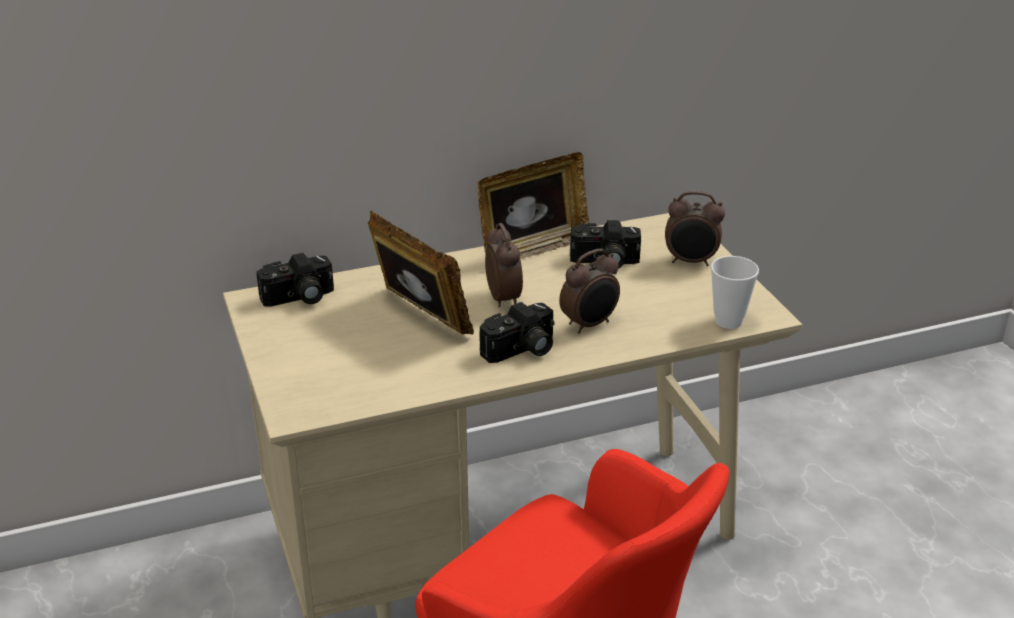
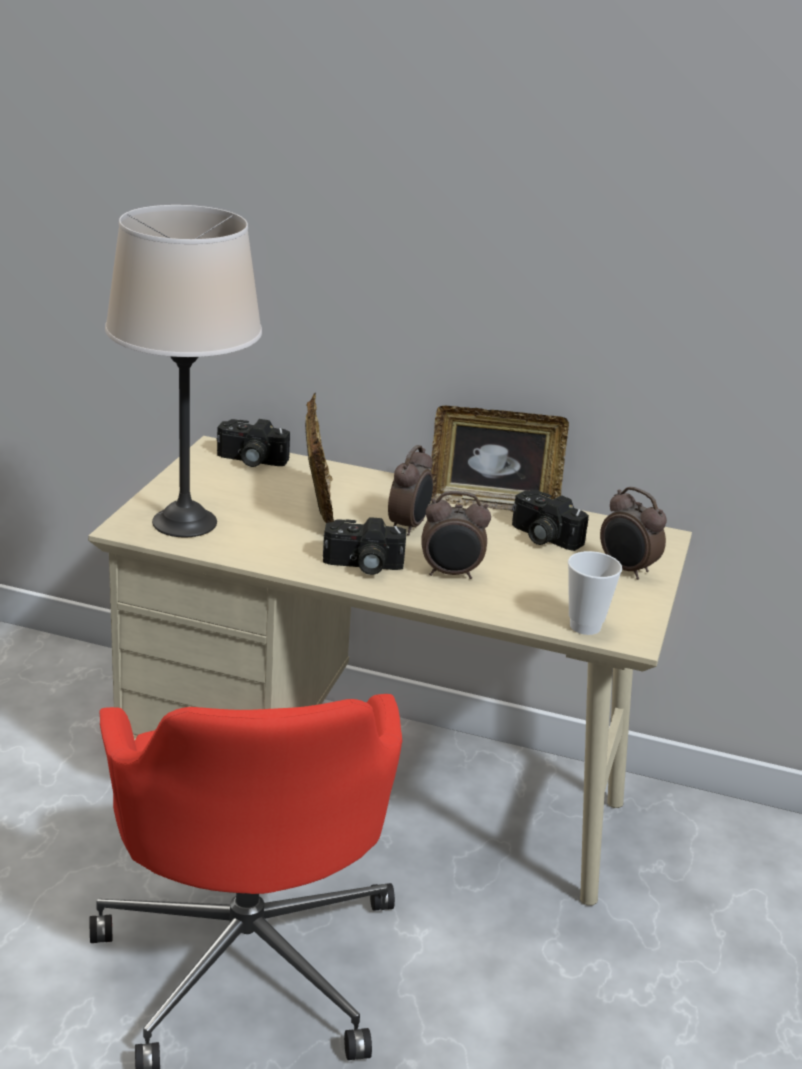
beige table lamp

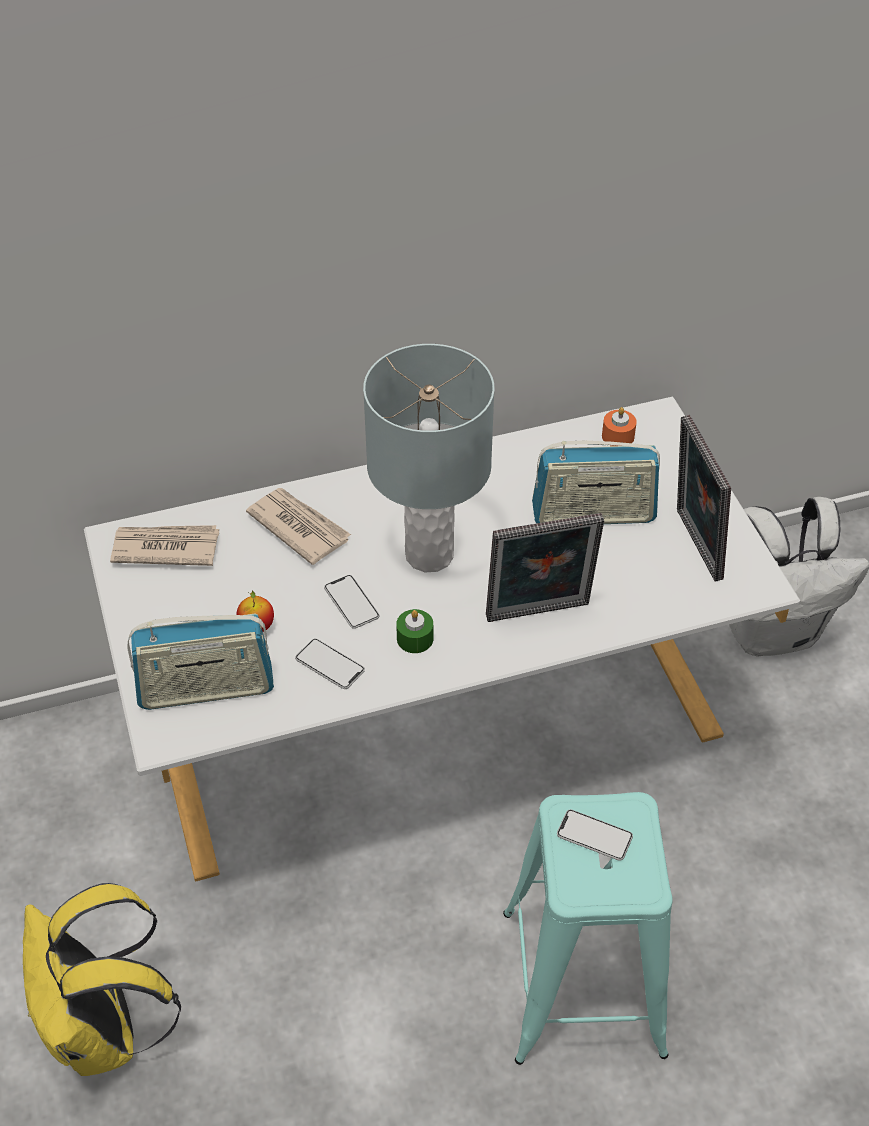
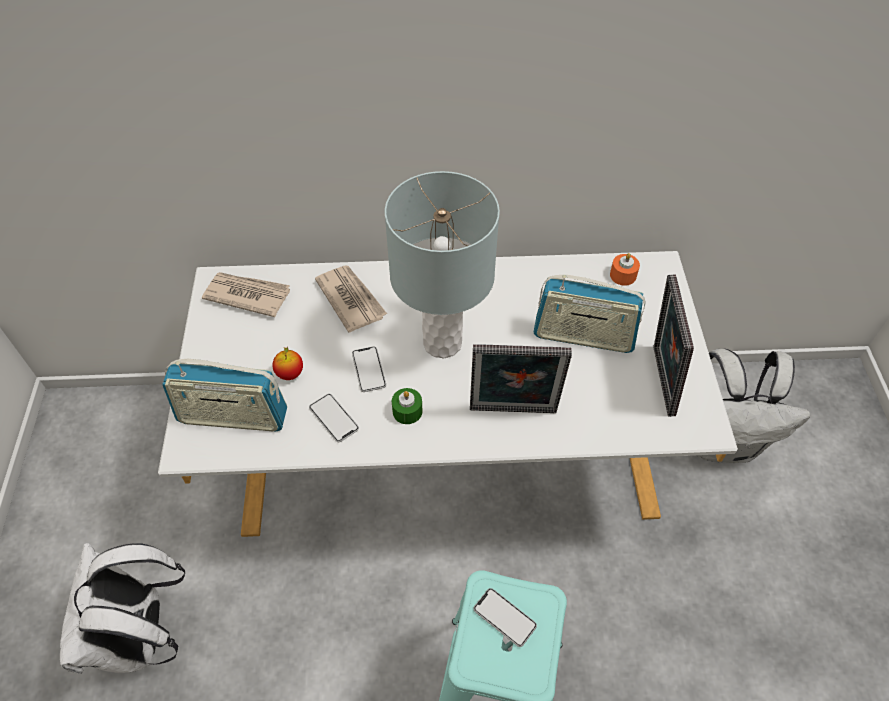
white backpack (no. 1 from left)

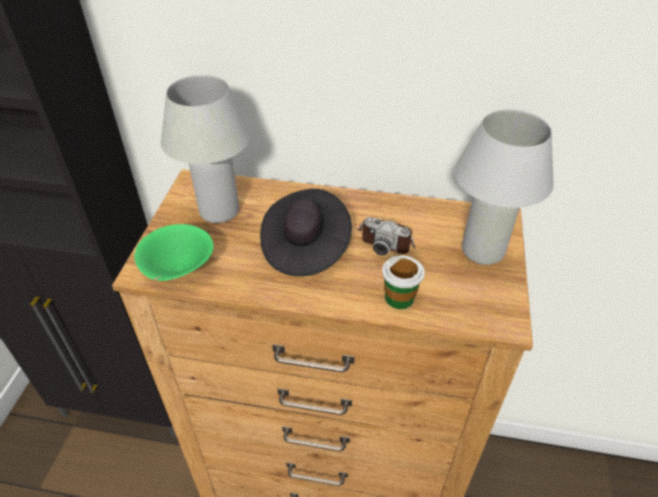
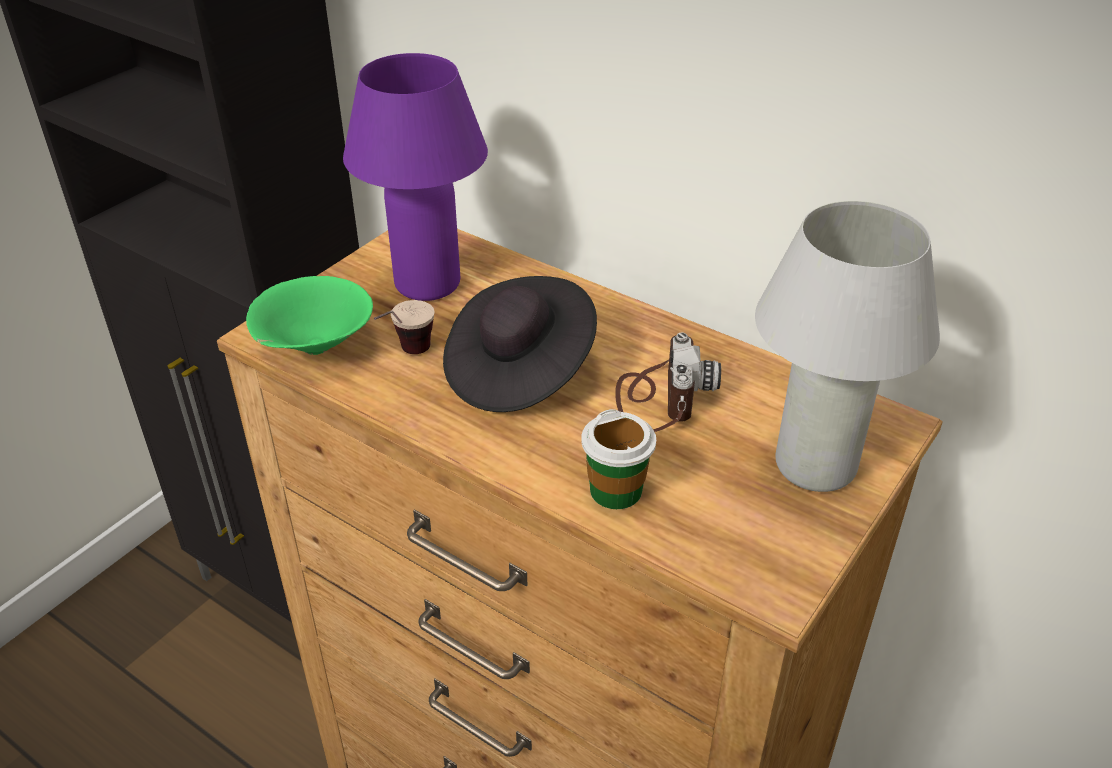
purple table lamp
cup (no. 1 from left)
photo camera

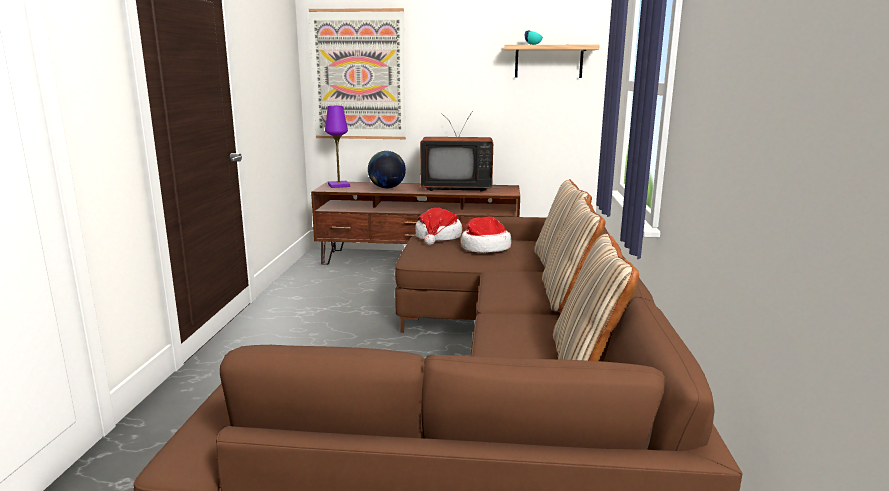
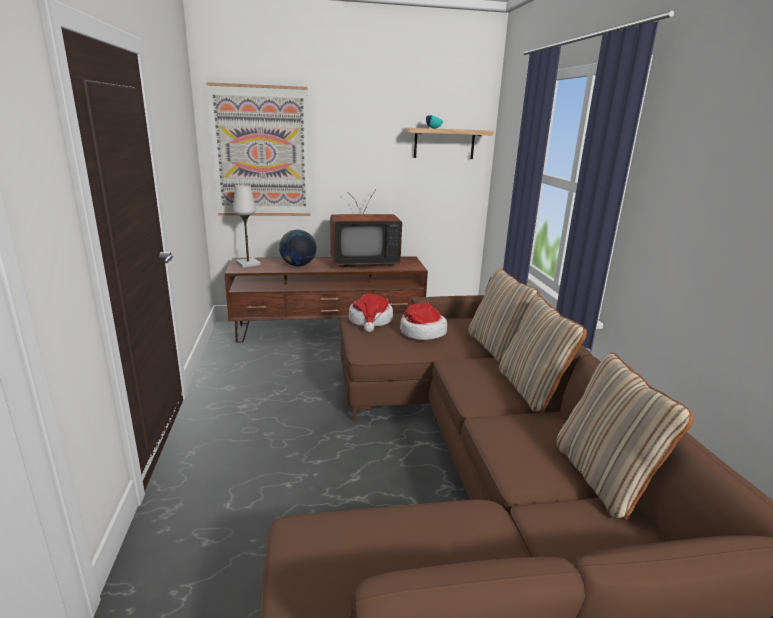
white table lamp

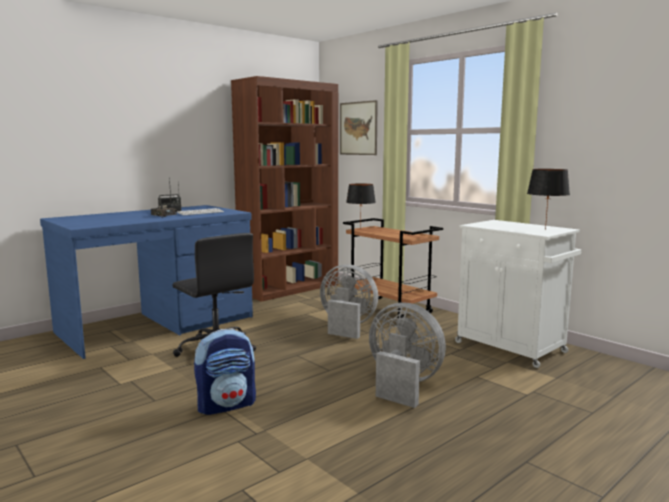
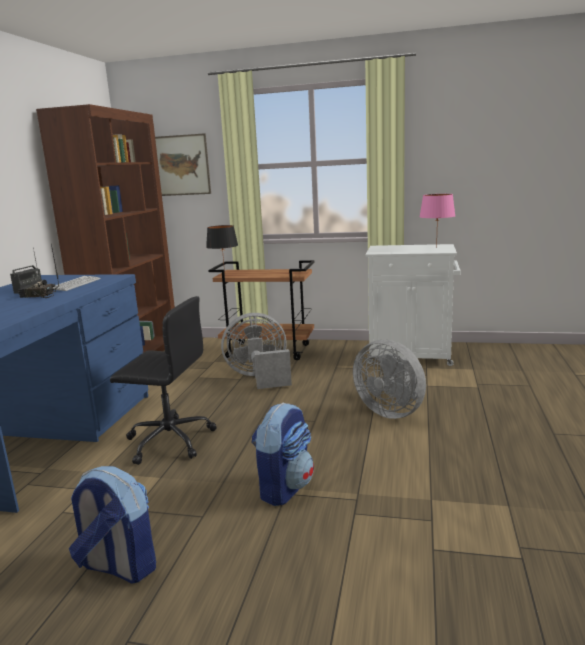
backpack (no. 1 from left)
grey fan (no. 2 from left)
pink table lamp

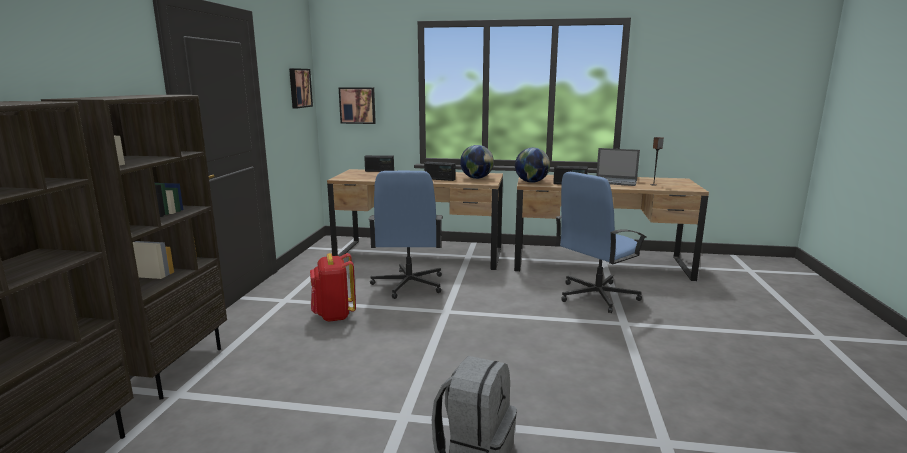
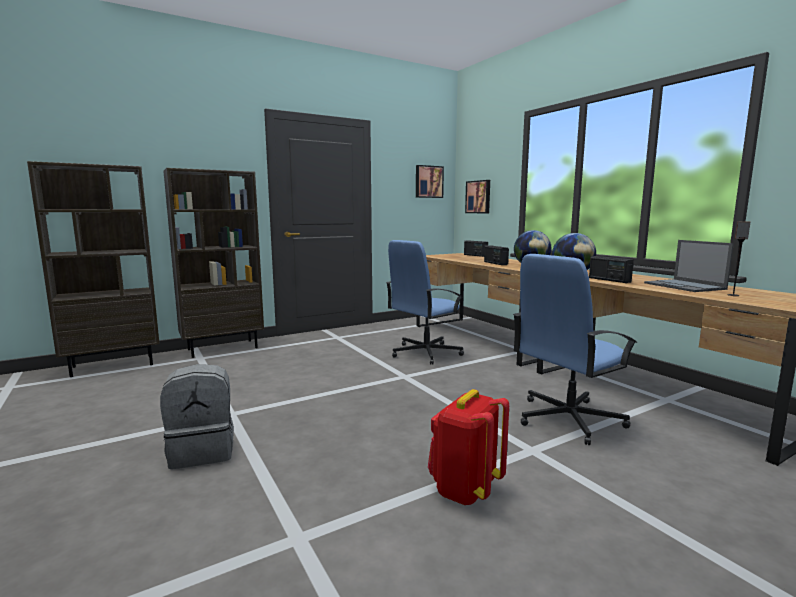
red backpack
blue office chair (no. 2 from left)

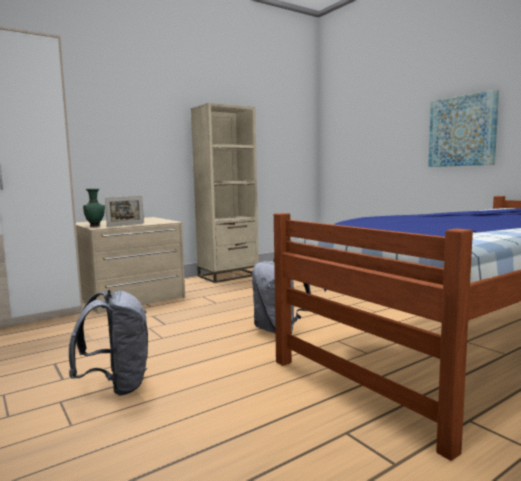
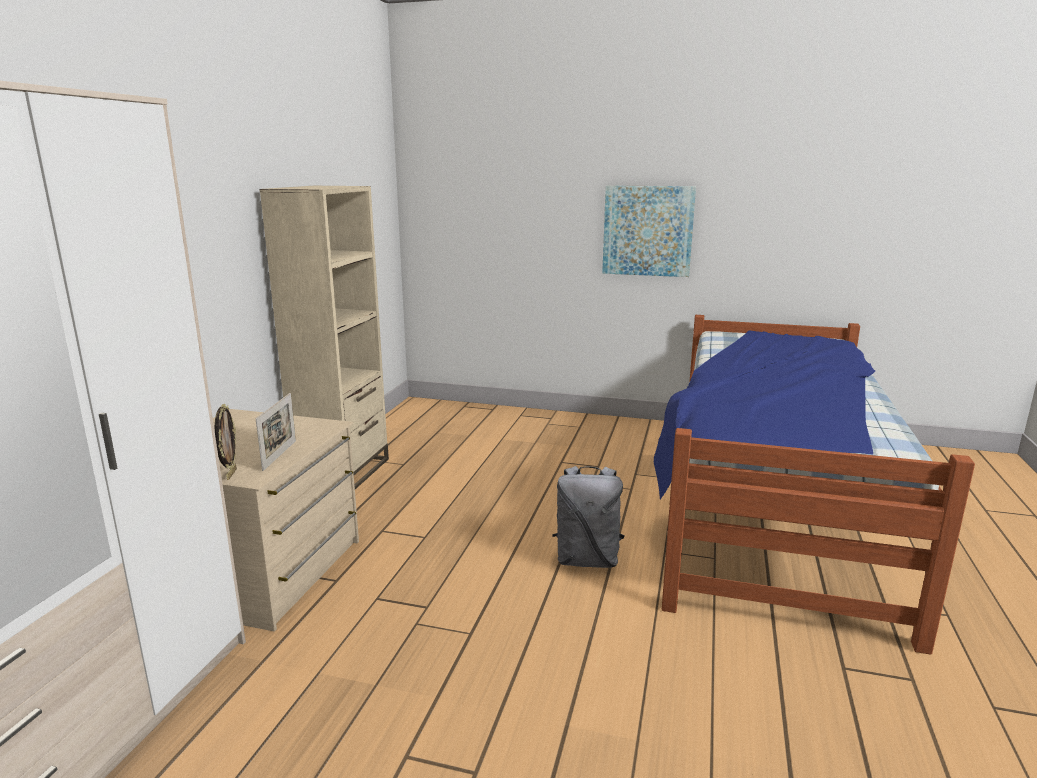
picture frame (no. 1 from left)
grey backpack (no. 1 from left in the first image)

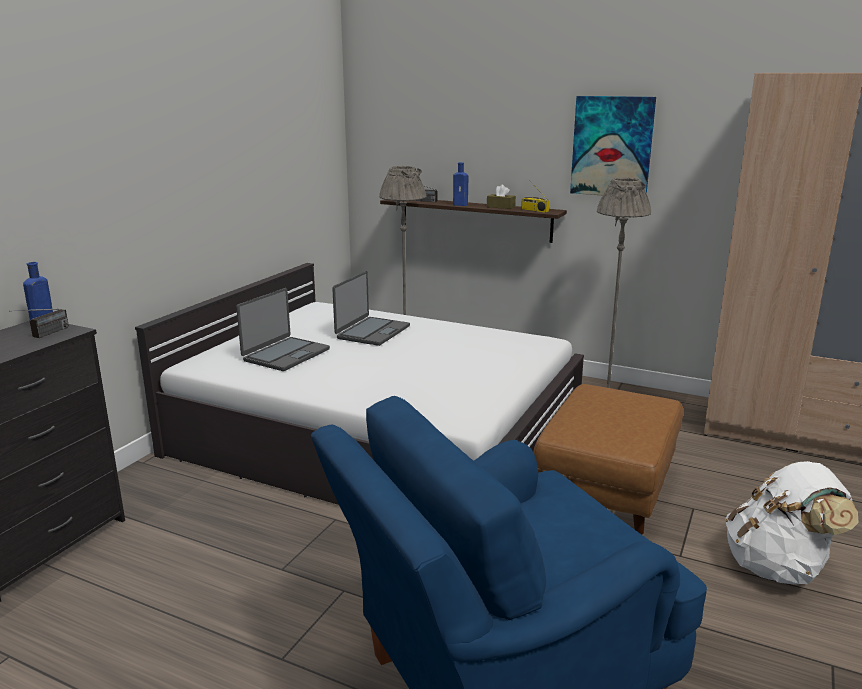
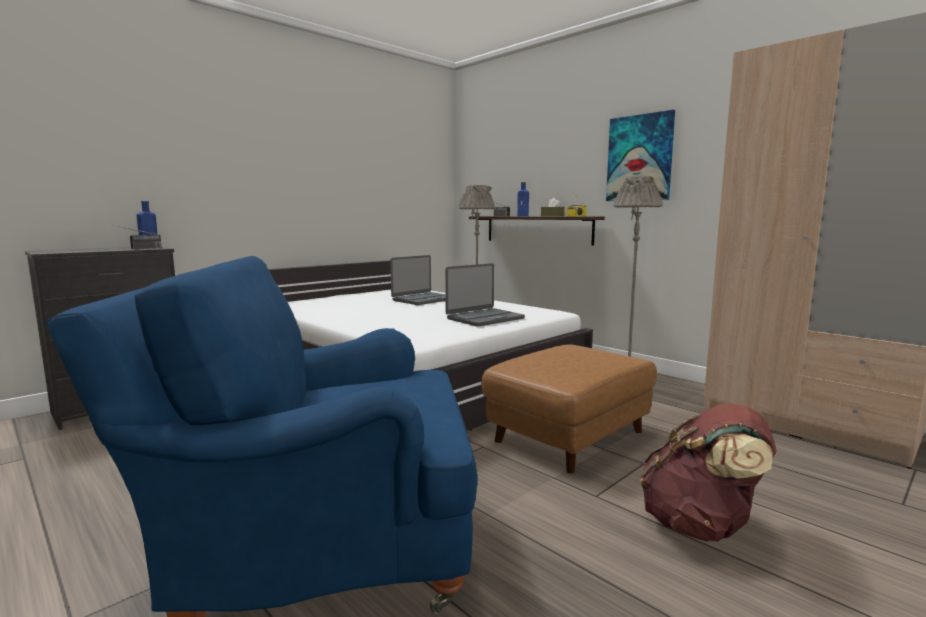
laptop (no. 2 from left)
brown backpack

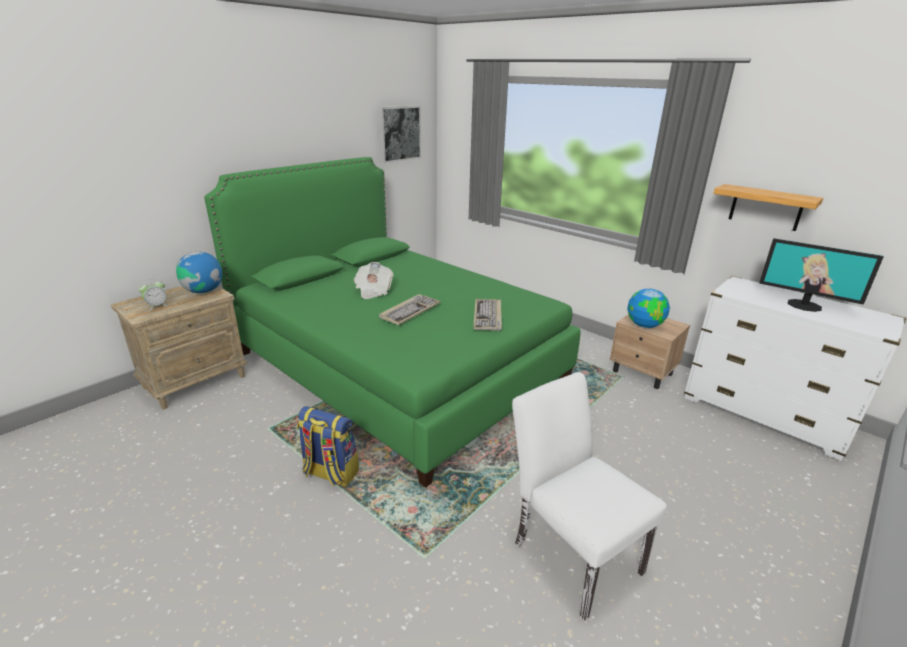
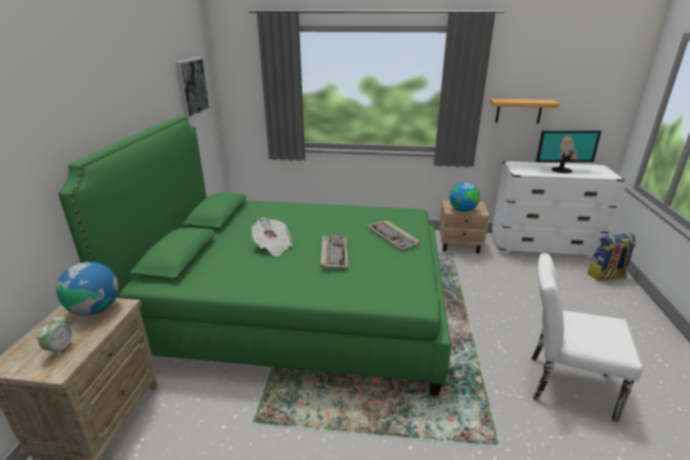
backpack

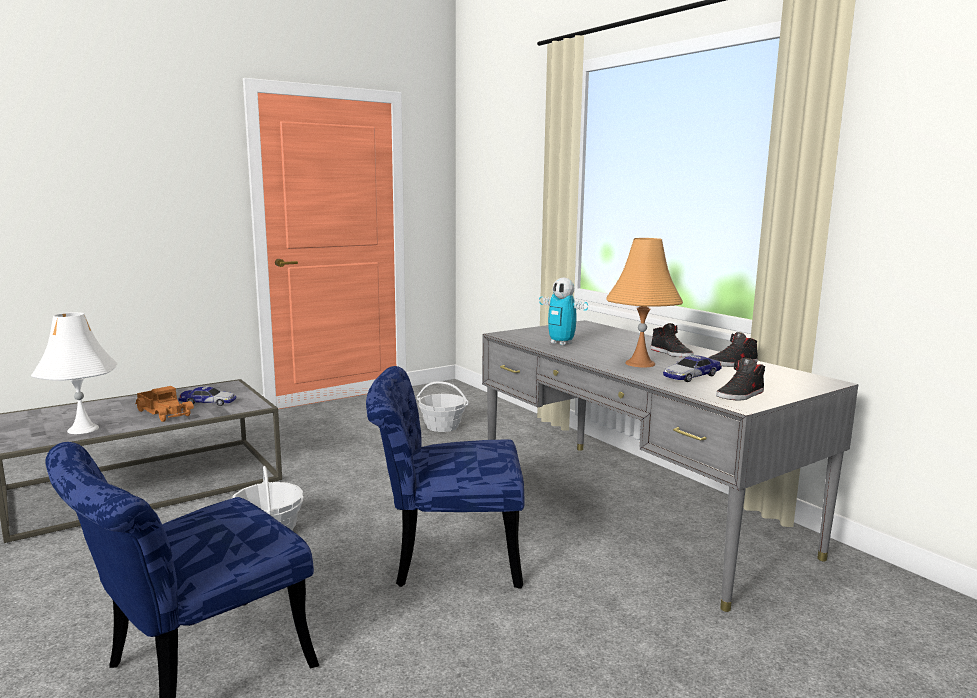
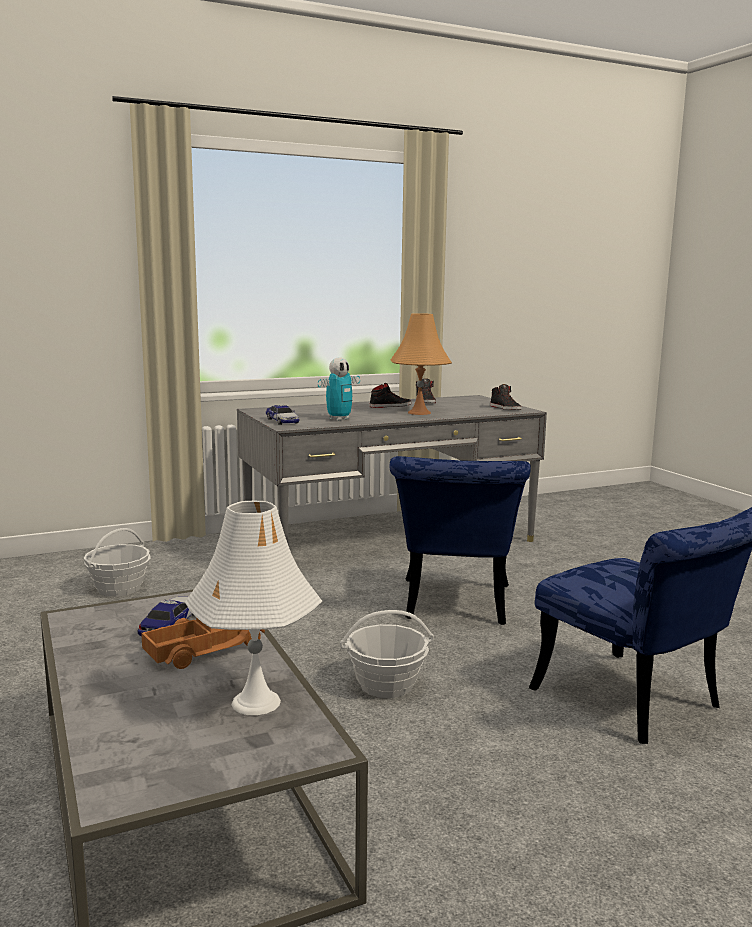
toy car (no. 2 from left)

